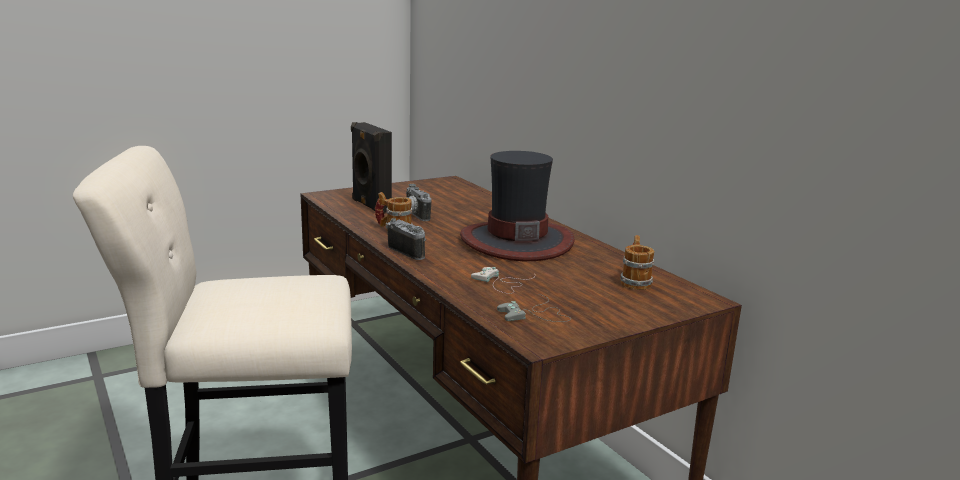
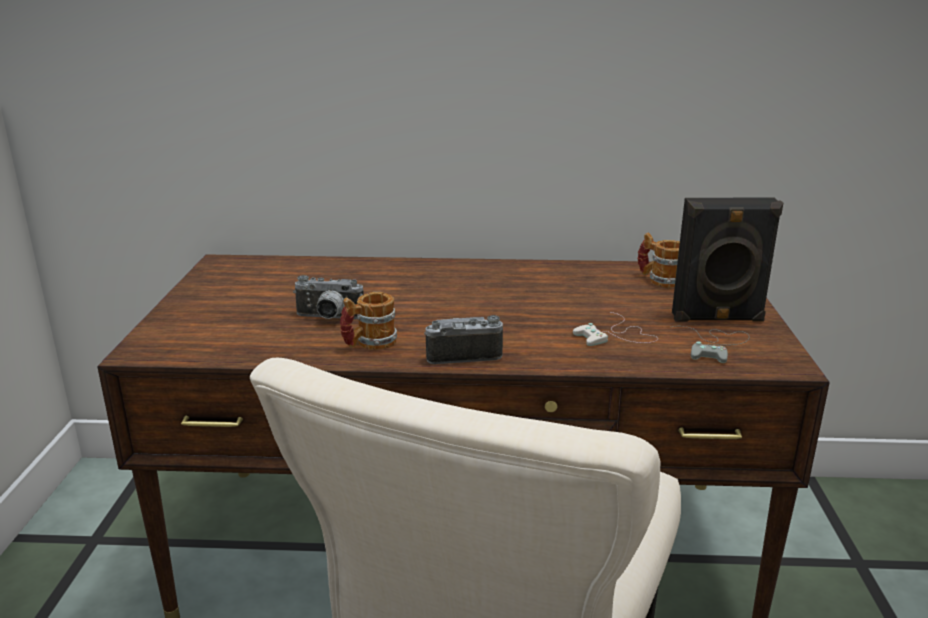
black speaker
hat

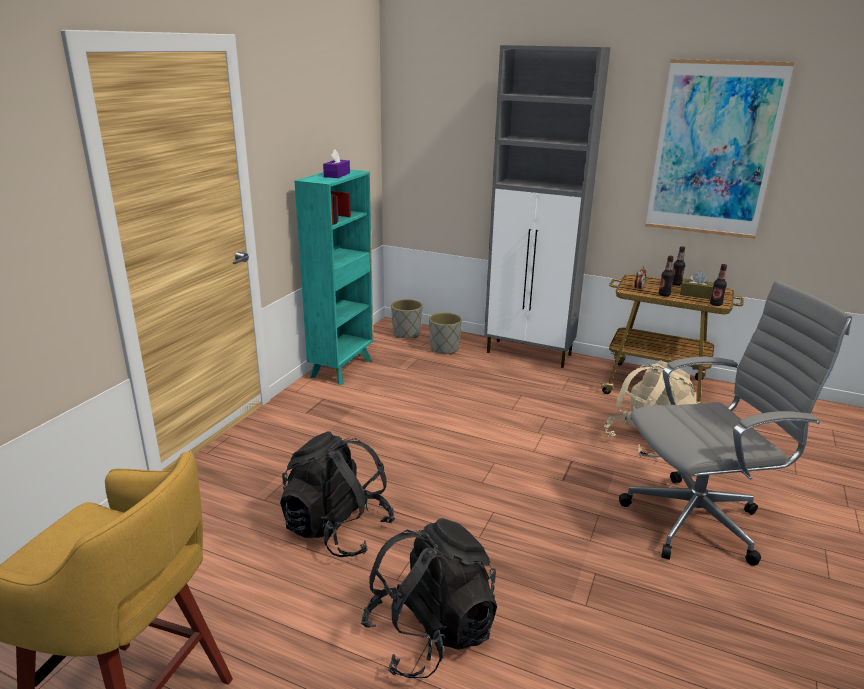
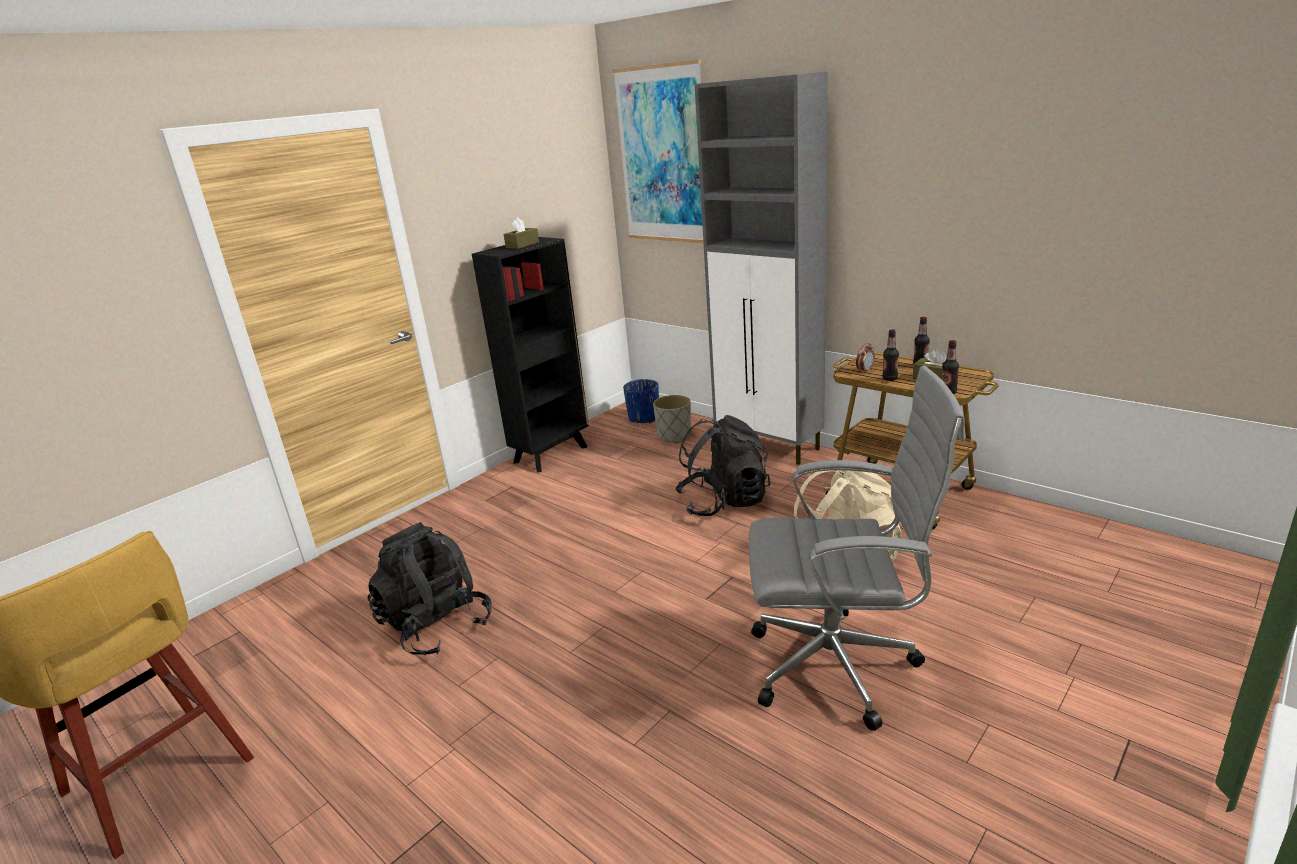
black bookcase
brown tissue box (no. 1 from left)
picture
blue planter
black backpack (no. 2 from left)

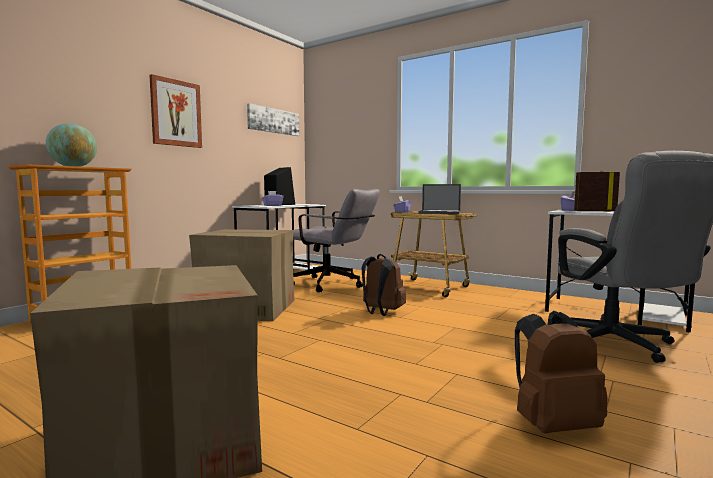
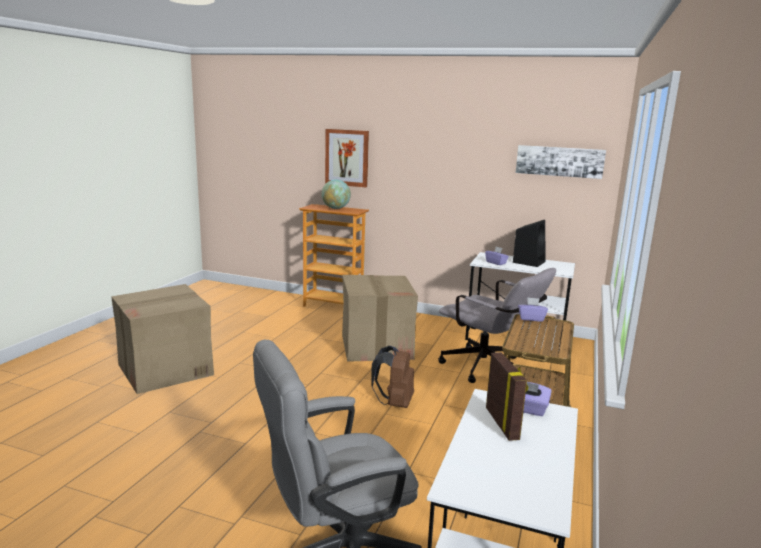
picture (no. 1 from left)
grey office chair (no. 2 from left)
laptop
brown backpack (no. 2 from left in the first image)

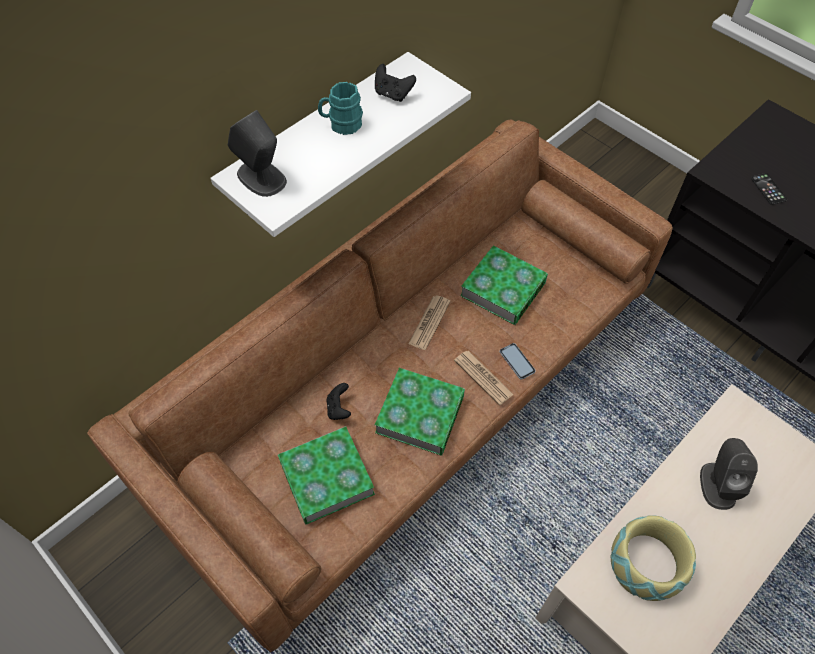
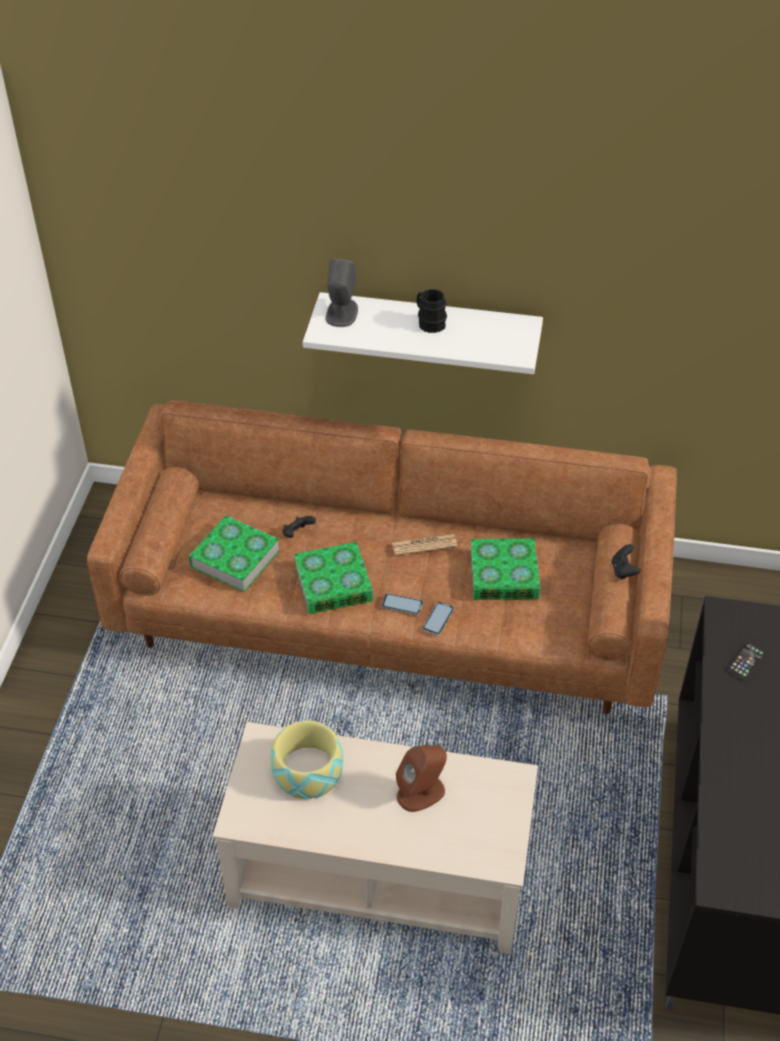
phone (no. 1 from left)
brown speaker
black mug
black game controller (no. 2 from left)

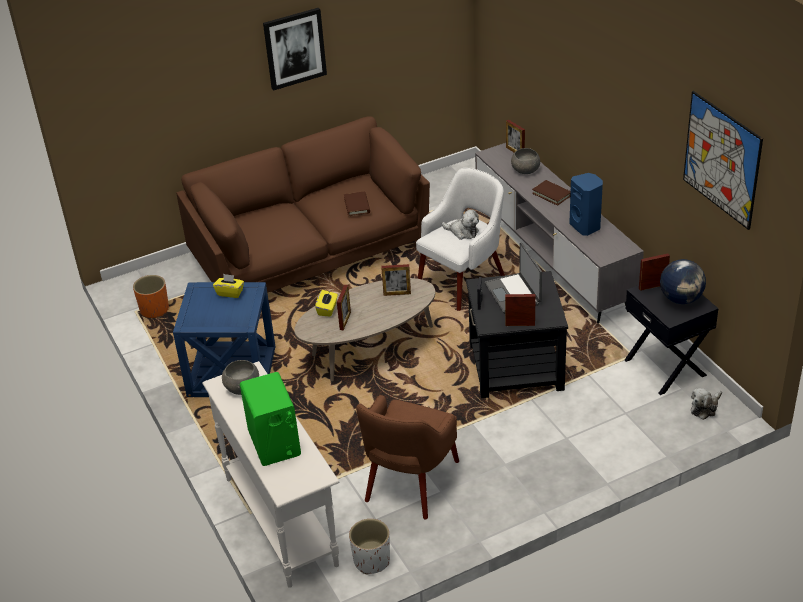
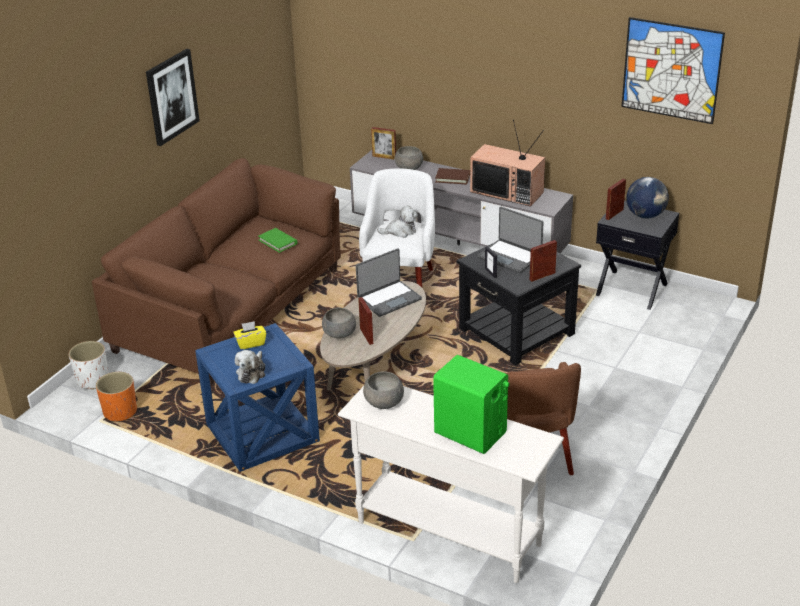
white planter
plush toy (no. 1 from left)
green book
grey bowl (no. 1 from left)
laptop (no. 1 from left)
television

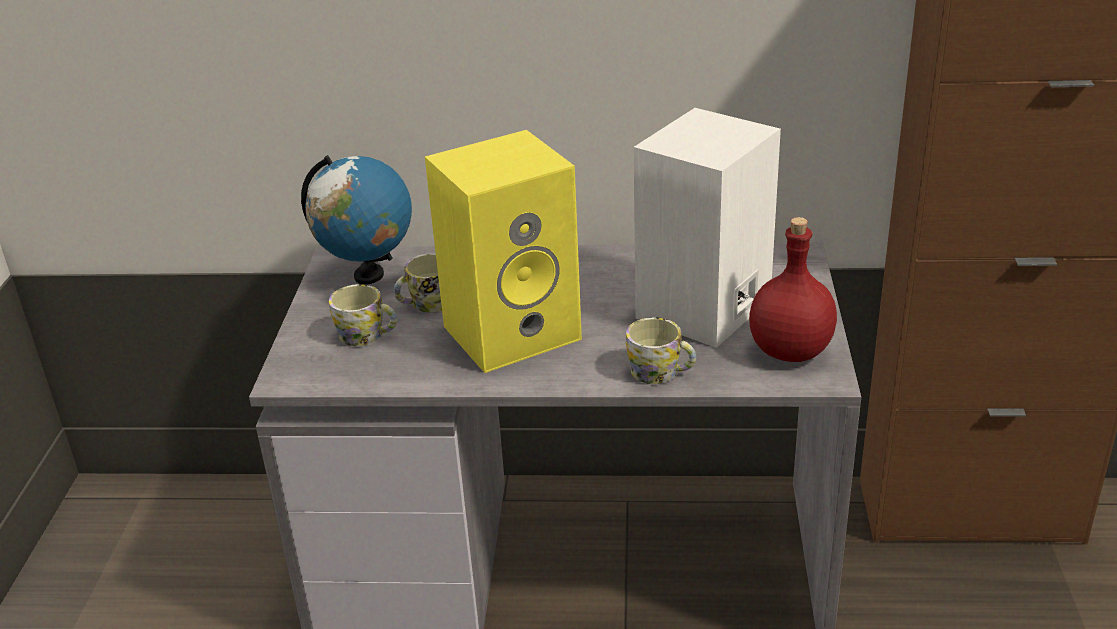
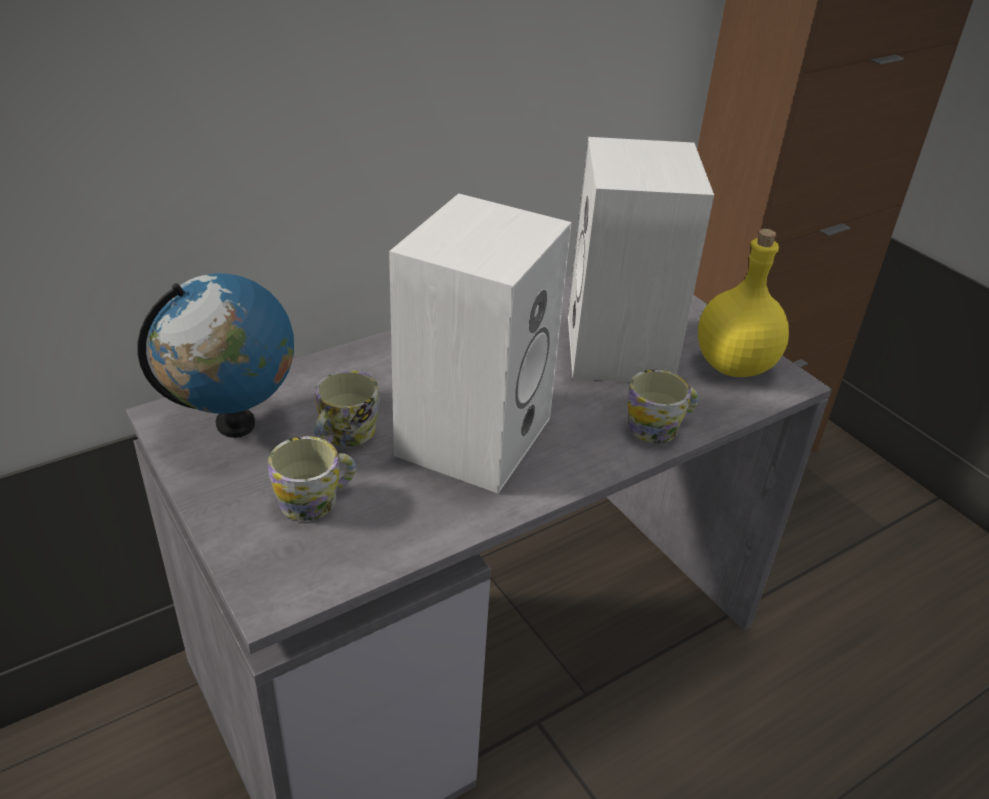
white speaker (no. 1 from left)
yellow bottle

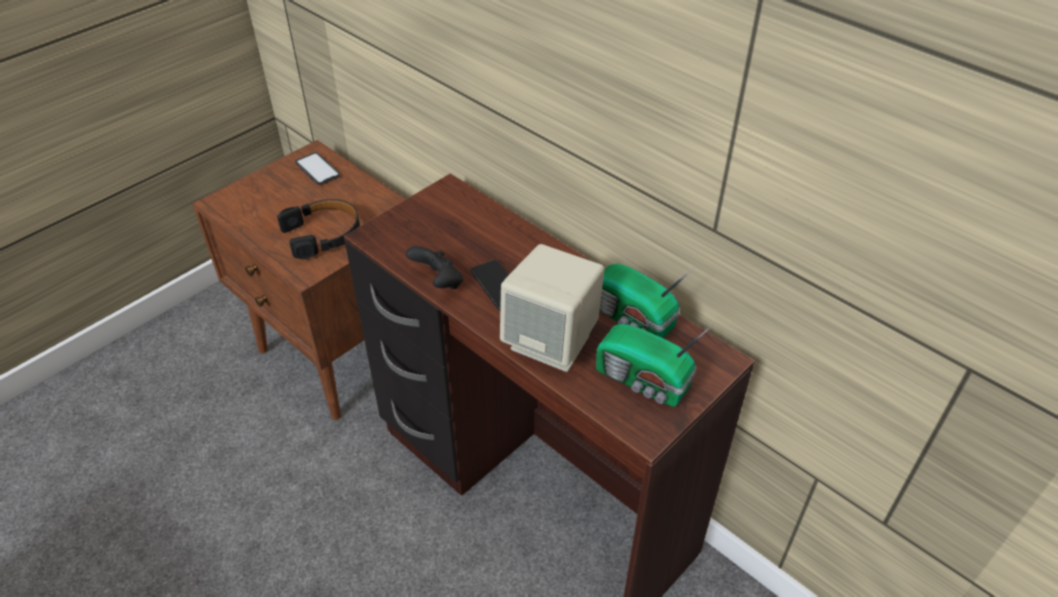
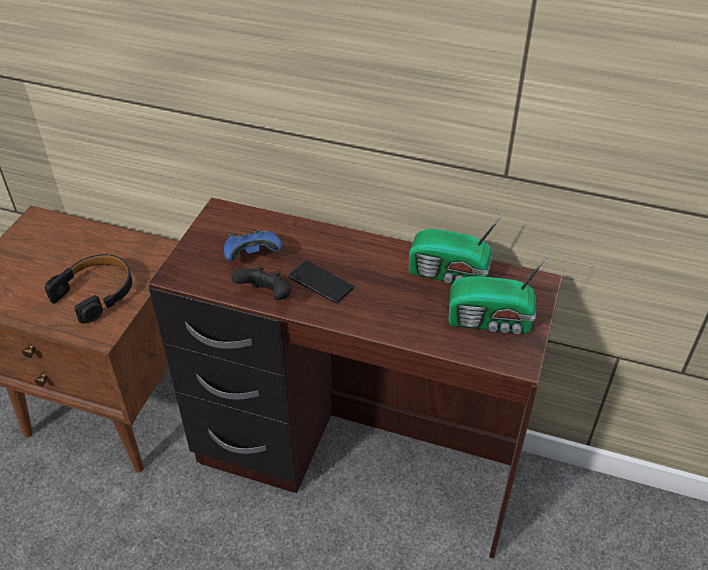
blue game controller
phone (no. 1 from left in the first image)
beige speaker

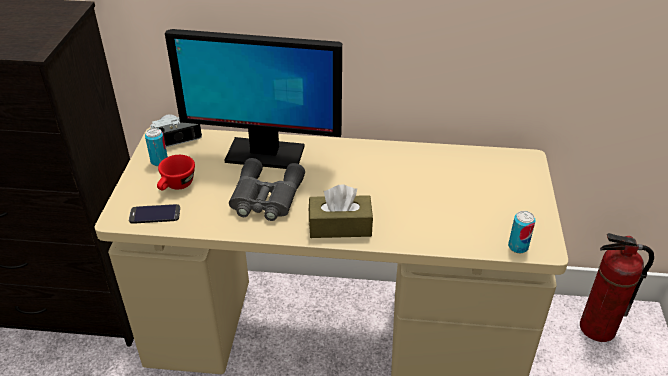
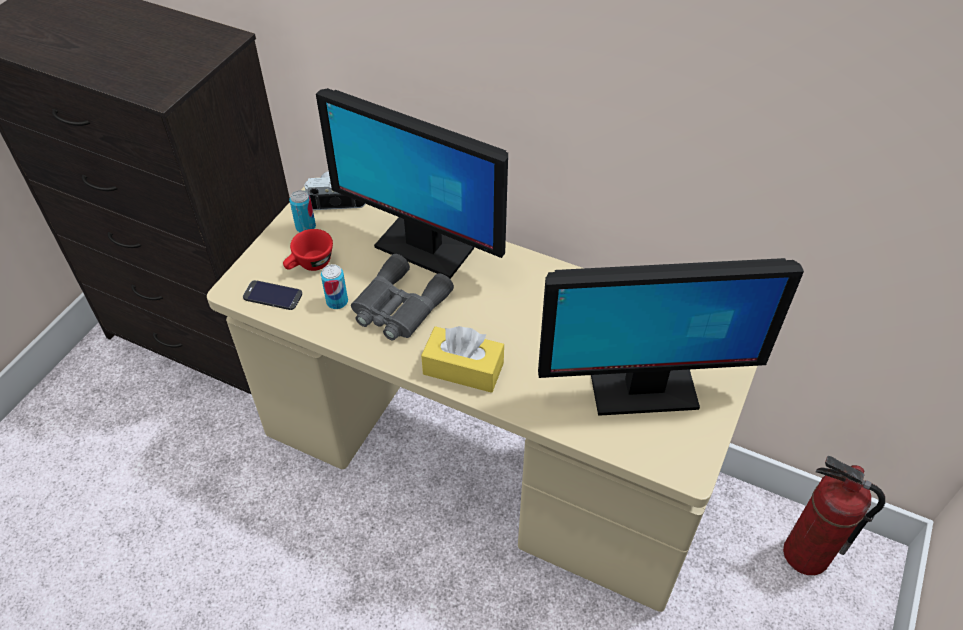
can (no. 2 from left)
yellow tissue box
monitor (no. 2 from left)

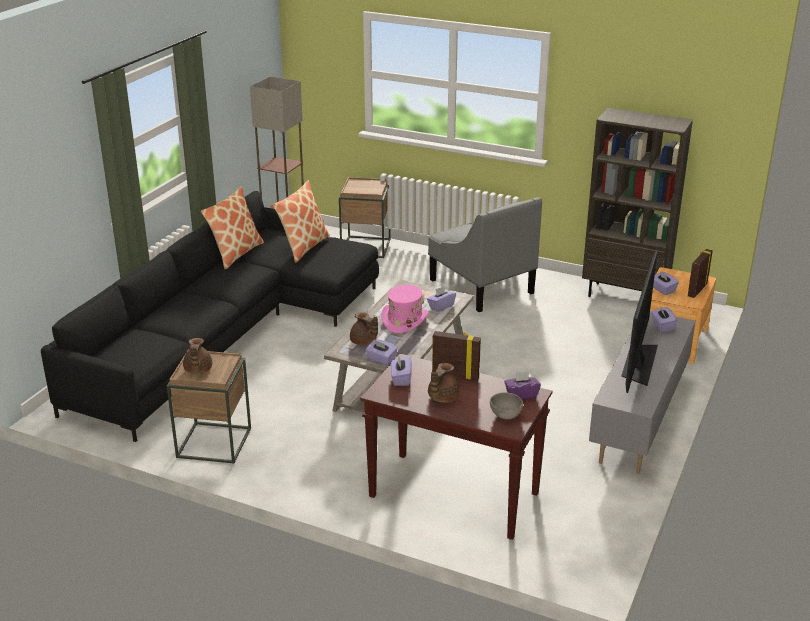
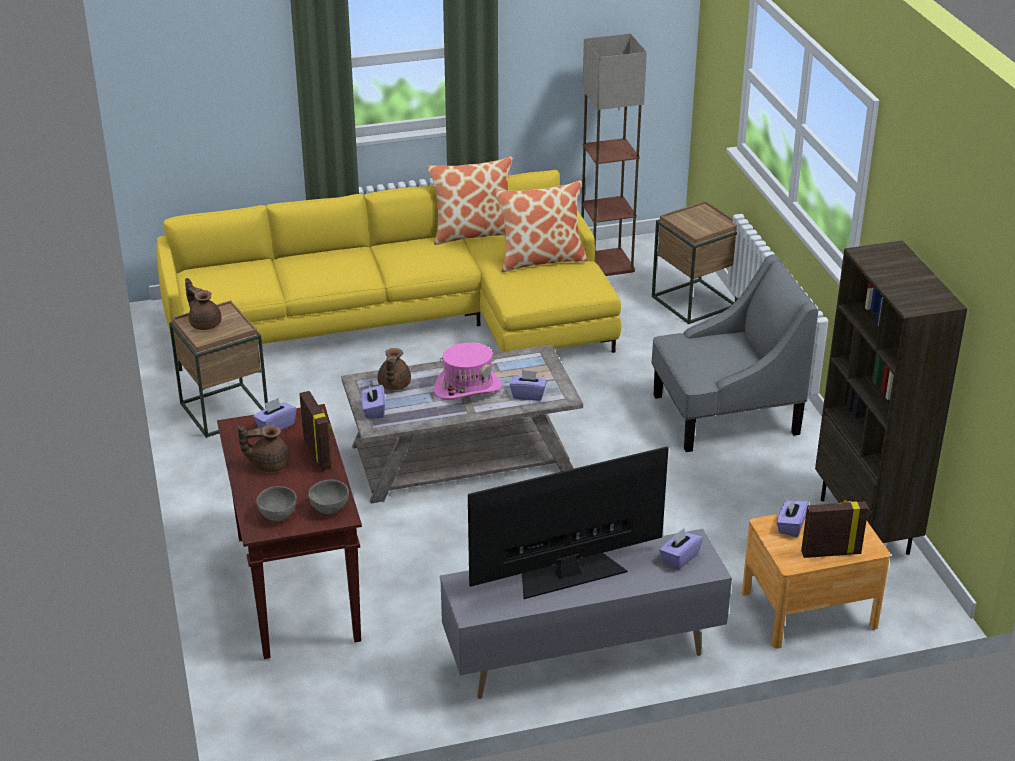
yellow sofa
brown teapot (no. 1 from left)
grey bowl (no. 2 from left)
grey armchair

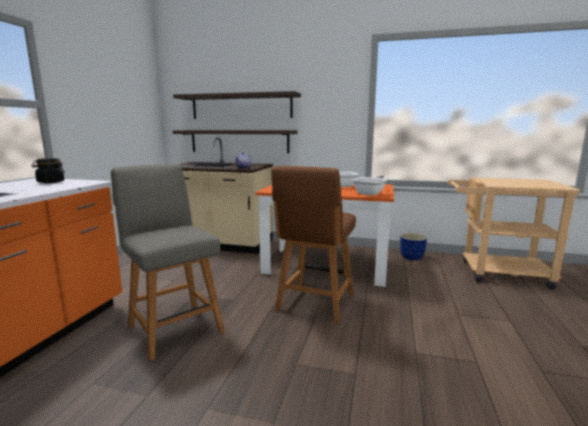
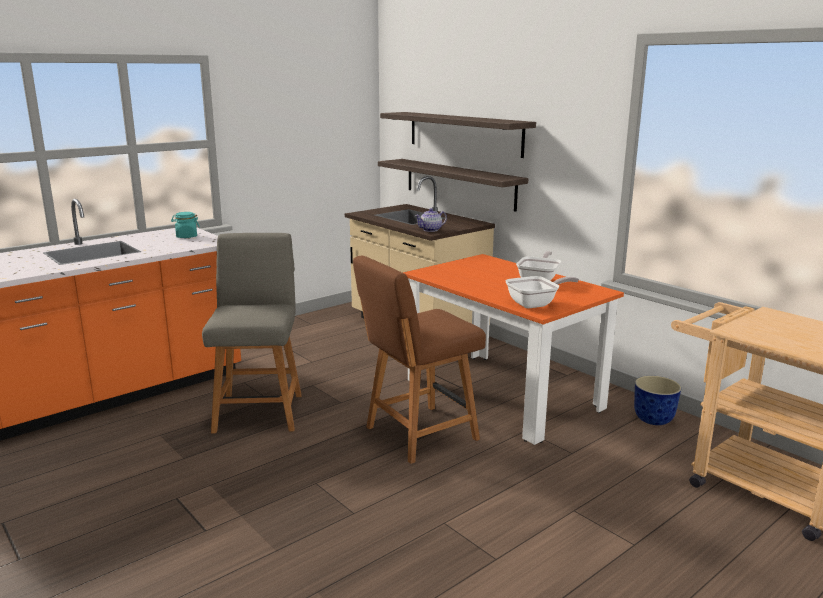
turquoise jar

